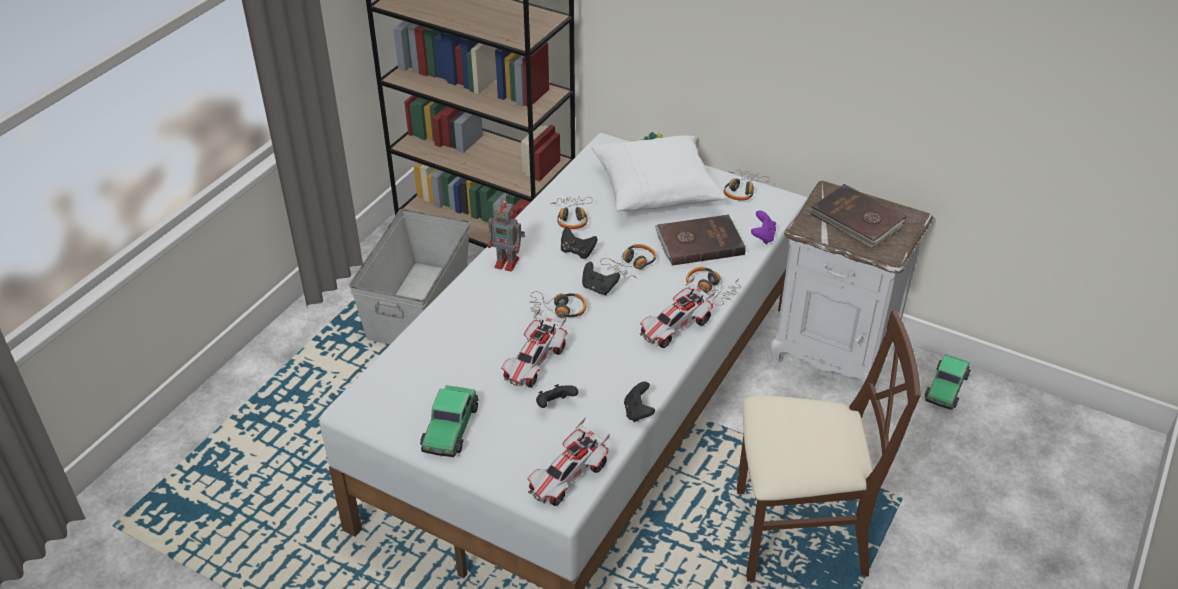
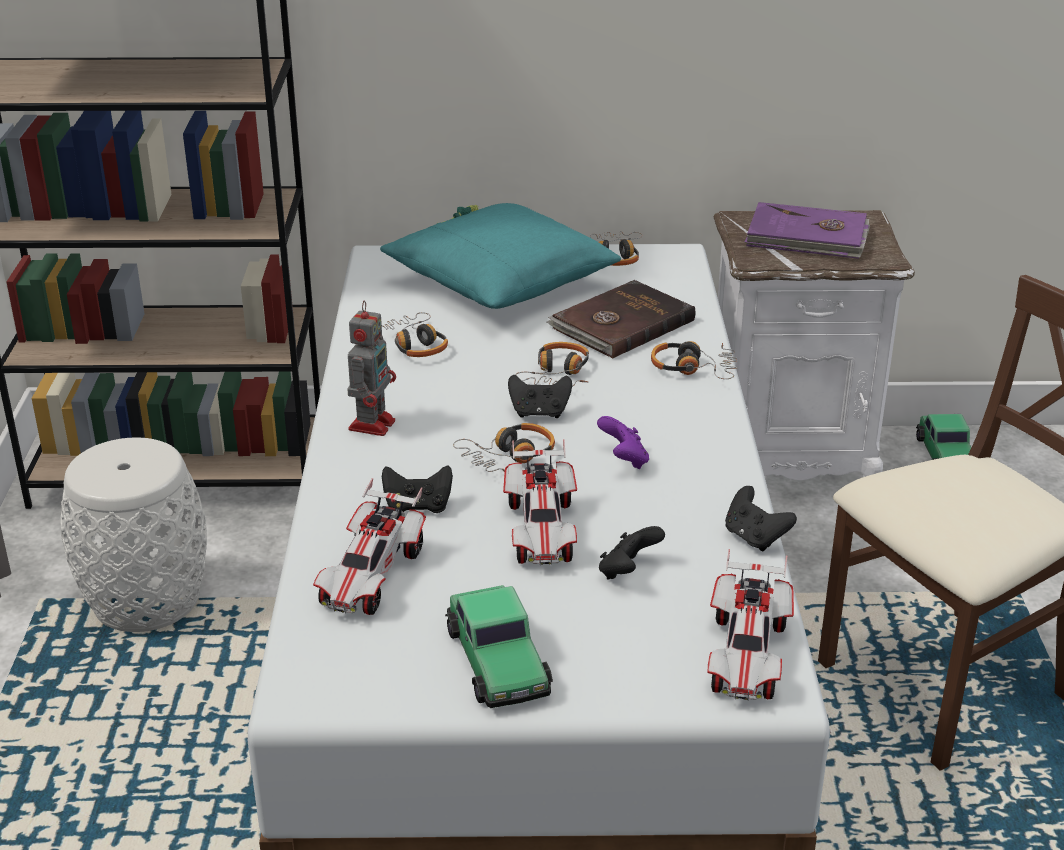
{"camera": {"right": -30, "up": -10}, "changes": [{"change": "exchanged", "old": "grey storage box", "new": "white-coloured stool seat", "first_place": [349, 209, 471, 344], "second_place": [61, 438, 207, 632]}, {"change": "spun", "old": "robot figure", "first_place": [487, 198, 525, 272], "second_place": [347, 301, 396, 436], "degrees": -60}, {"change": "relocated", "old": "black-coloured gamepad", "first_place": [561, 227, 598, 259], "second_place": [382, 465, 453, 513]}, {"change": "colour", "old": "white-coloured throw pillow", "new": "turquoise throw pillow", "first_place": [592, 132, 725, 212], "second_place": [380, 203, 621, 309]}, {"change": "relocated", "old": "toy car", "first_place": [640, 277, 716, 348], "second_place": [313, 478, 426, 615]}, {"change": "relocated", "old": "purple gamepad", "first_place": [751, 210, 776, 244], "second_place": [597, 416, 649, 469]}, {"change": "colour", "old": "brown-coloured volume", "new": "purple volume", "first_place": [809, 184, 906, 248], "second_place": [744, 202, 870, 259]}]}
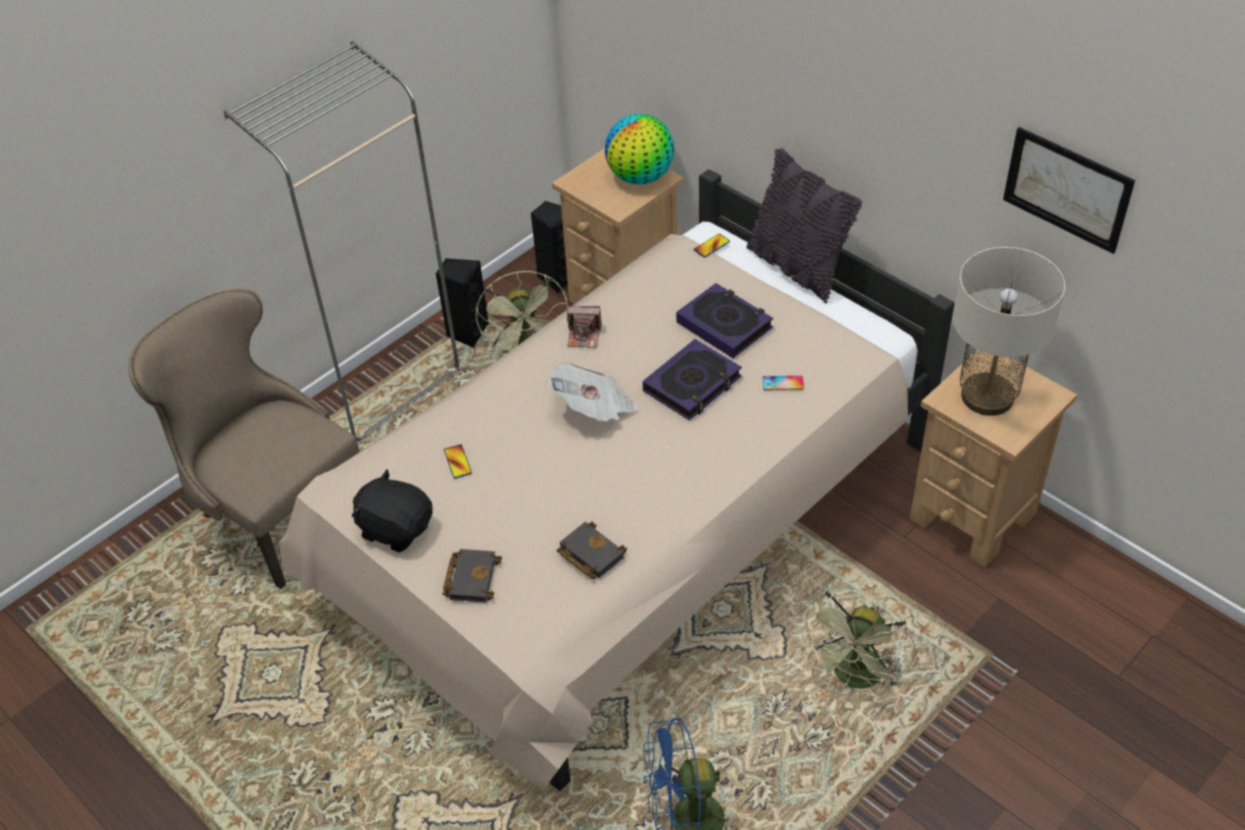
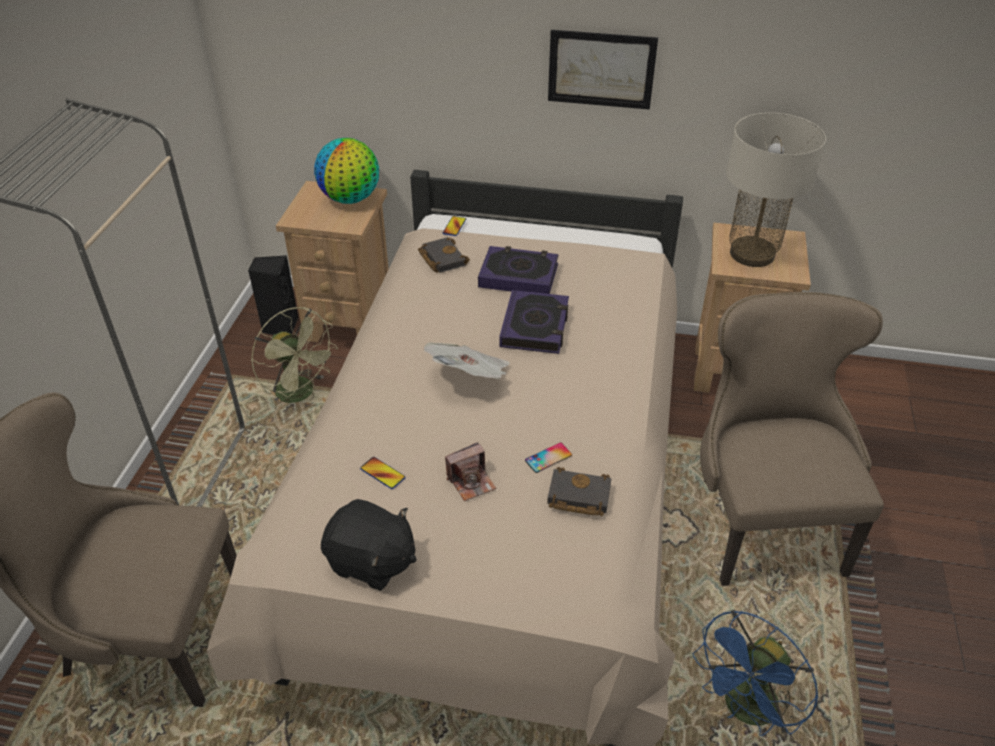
{"camera": {"right": -35, "up": -5}, "changes": [{"change": "spun", "old": "black-coloured plush toy", "first_place": [352, 469, 433, 552], "second_place": [321, 499, 417, 591], "degrees": -150}, {"change": "missing", "old": "black-coloured loudspeaker", "first_place": [436, 258, 489, 348]}, {"change": "relocated", "old": "black-coloured volume", "first_place": [443, 549, 502, 603], "second_place": [418, 237, 470, 273]}, {"change": "relocated", "old": "still camera", "first_place": [567, 306, 601, 348], "second_place": [445, 442, 496, 501]}, {"change": "missing", "old": "black-coloured throw pillow", "first_place": [746, 148, 862, 303]}, {"change": "relocated", "old": "phone", "first_place": [763, 376, 804, 390], "second_place": [525, 442, 572, 473]}, {"change": "exchanged", "old": "green-coloured electric fan", "new": "beige plain chair", "first_place": [800, 590, 915, 693], "second_place": [700, 292, 884, 586]}, {"change": "relocated", "old": "wall art", "first_place": [1003, 127, 1135, 254], "second_place": [548, 30, 658, 110]}]}
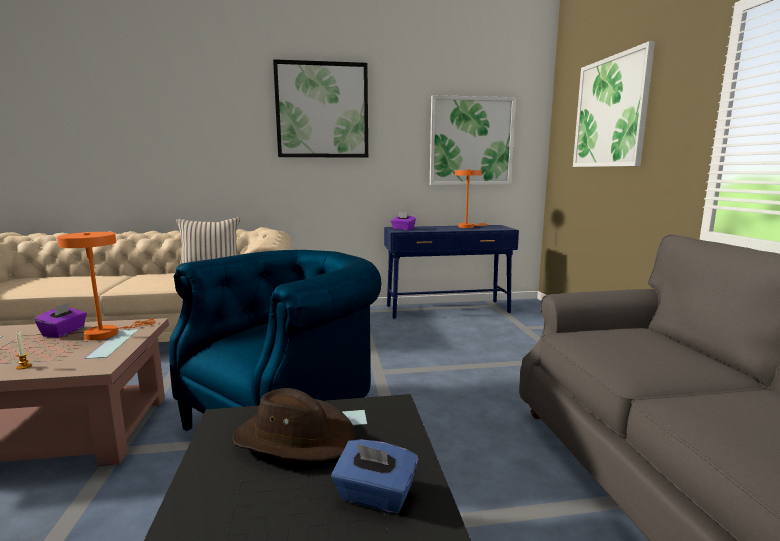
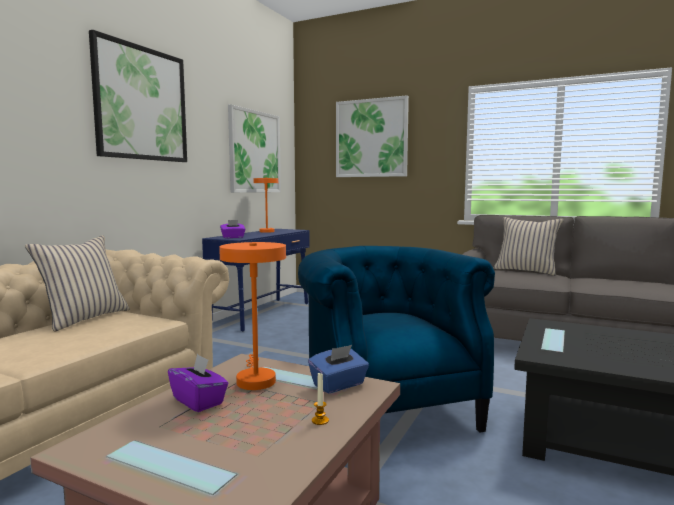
{"camera": {"right": -55, "up": -5}, "changes": [{"change": "missing", "old": "brown-coloured clothing hat", "first_place": [232, 388, 356, 462]}, {"change": "relocated", "old": "blue-coloured tissue holder", "first_place": [331, 439, 418, 513], "second_place": [308, 345, 369, 394]}, {"change": "appeared", "new": "beige throw pillow", "second_place": [494, 217, 564, 276]}]}
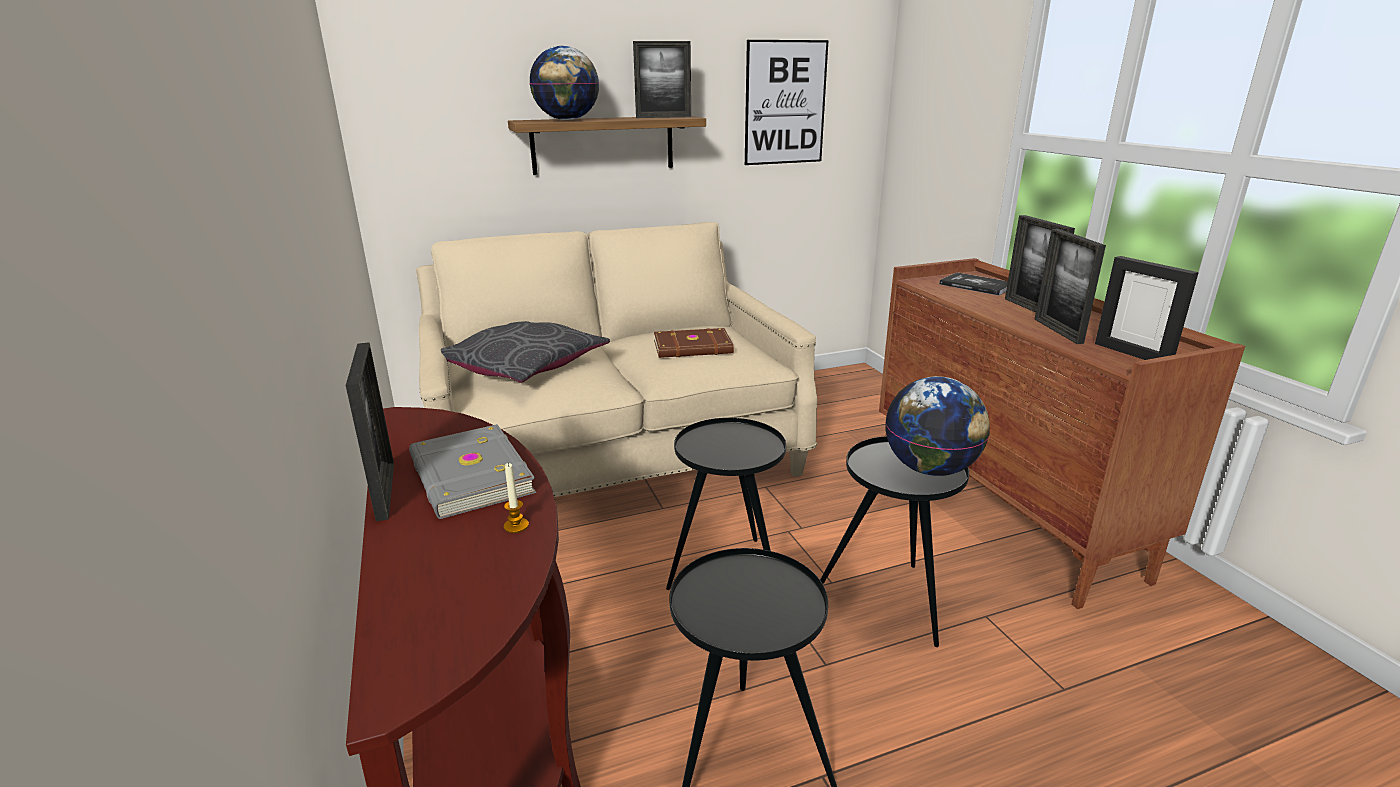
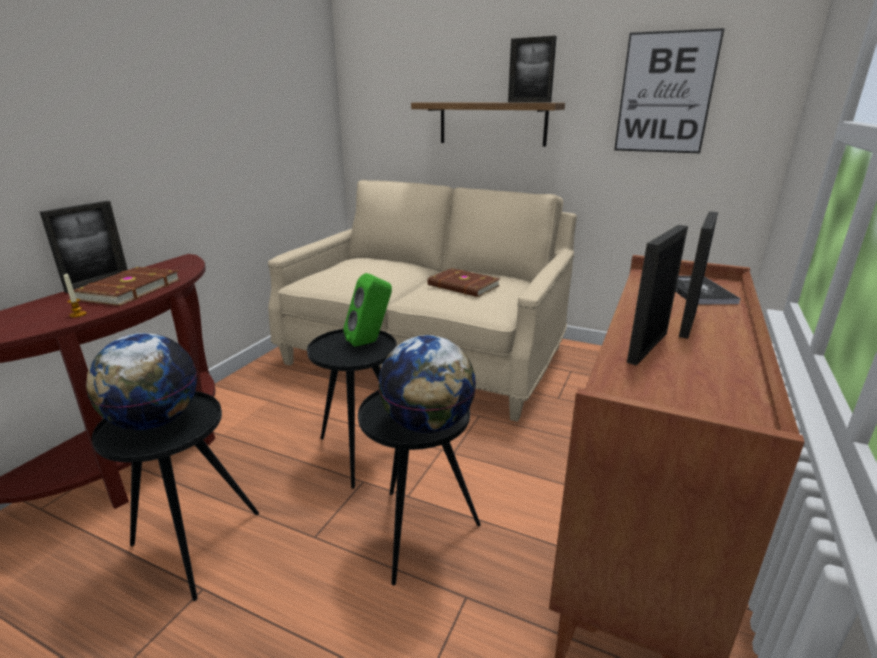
{"camera": {"right": 45, "up": 0}, "changes": [{"change": "colour", "old": "grey volume", "new": "brown-coloured volume", "first_place": [409, 424, 537, 519], "second_place": [74, 267, 180, 306]}, {"change": "missing", "old": "grey throw pillow", "first_place": [441, 321, 610, 383]}, {"change": "relocated", "old": "desk globe", "first_place": [529, 46, 599, 120], "second_place": [86, 333, 197, 430]}, {"change": "missing", "old": "photo frame", "first_place": [1095, 256, 1199, 360]}, {"change": "appeared", "new": "green-coloured loudspeaker", "second_place": [343, 273, 392, 347]}]}
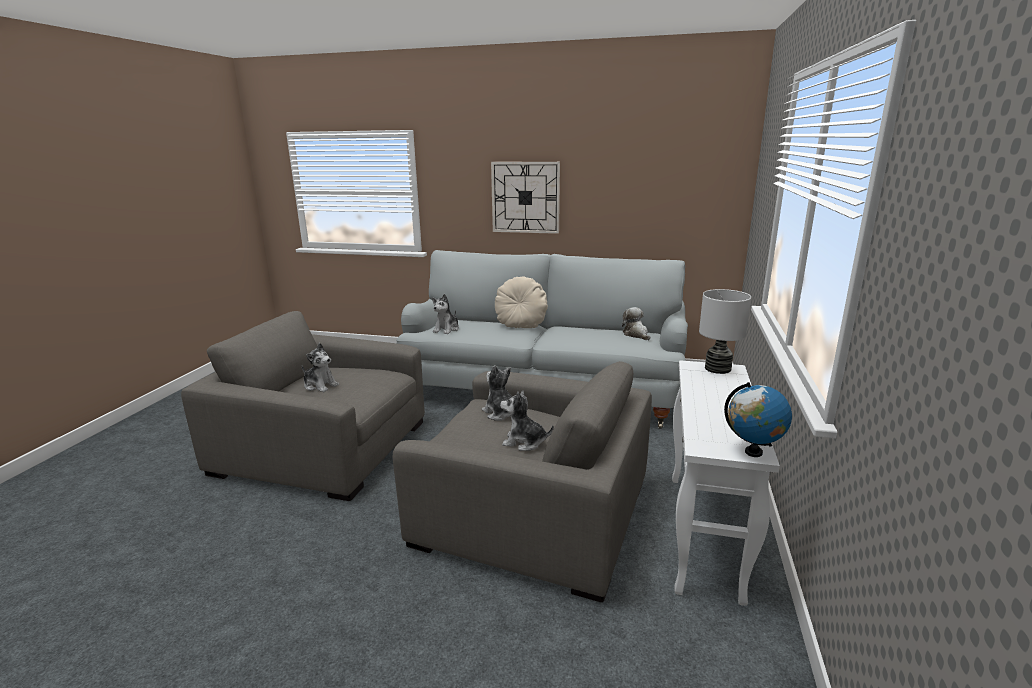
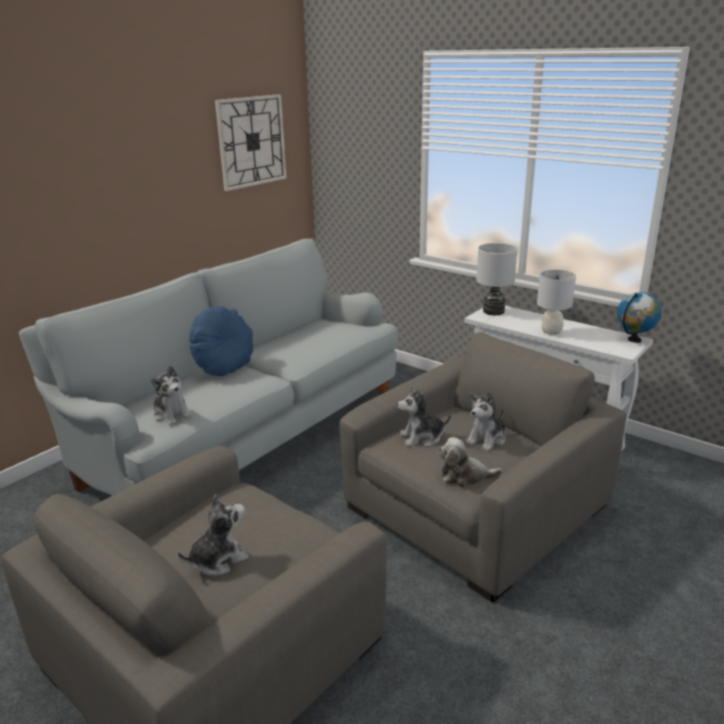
{"camera": {"right": -65, "up": 5}, "changes": [{"change": "relocated", "old": "wall clock", "first_place": [491, 162, 560, 234], "second_place": [215, 94, 287, 191]}, {"change": "colour", "old": "beige throw pillow", "new": "blue-coloured throw pillow", "first_place": [495, 276, 548, 328], "second_place": [189, 306, 253, 376]}, {"change": "relocated", "old": "plush toy", "first_place": [622, 307, 650, 341], "second_place": [439, 437, 503, 487]}, {"change": "appeared", "new": "grey lamp for a table", "second_place": [537, 270, 576, 335]}]}
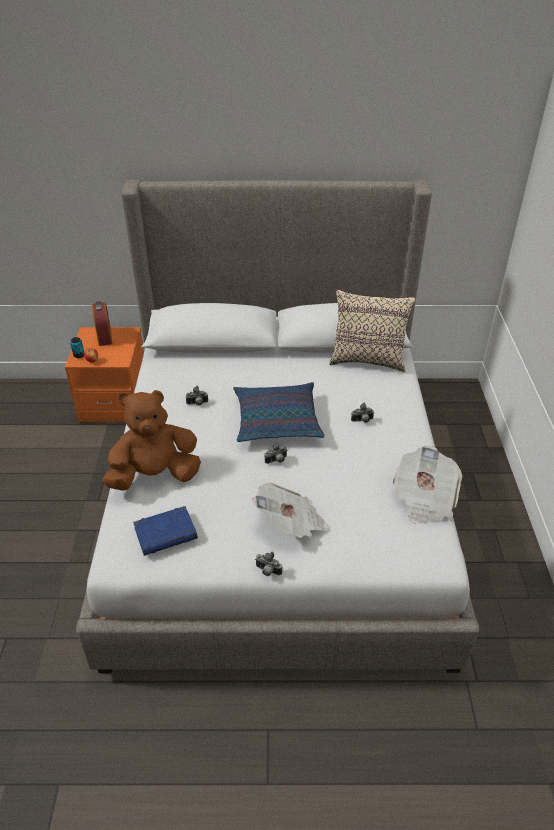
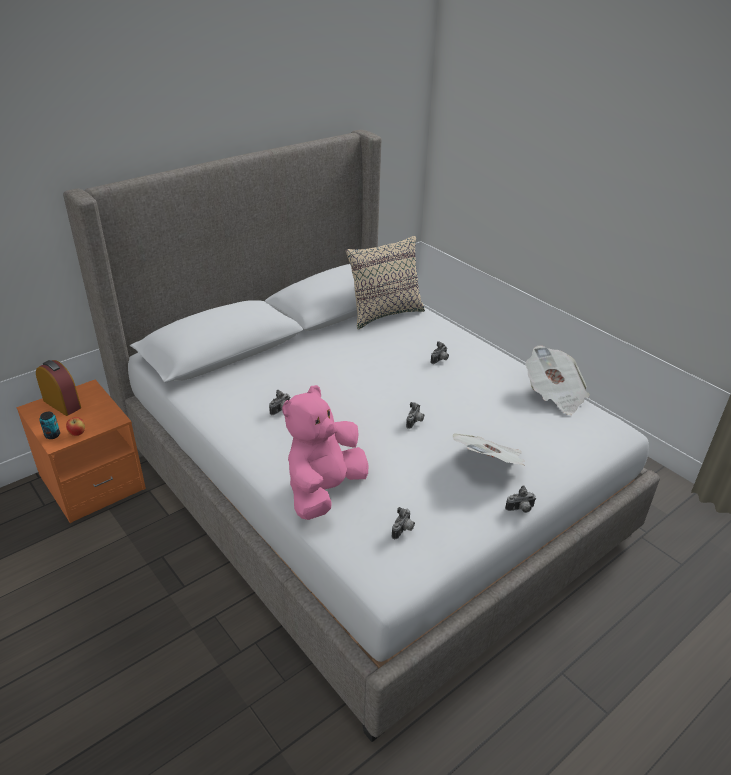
{"camera": {"right": -40, "up": -5}, "changes": [{"change": "colour", "old": "brown-coloured plush toy", "new": "pinkish plush toy", "first_place": [103, 390, 201, 491], "second_place": [282, 385, 368, 520]}, {"change": "exchanged", "old": "blue-coloured volume", "new": "still camera", "first_place": [133, 506, 198, 556], "second_place": [392, 507, 415, 539]}, {"change": "missing", "old": "blue-coloured throw pillow", "first_place": [233, 382, 325, 442]}]}
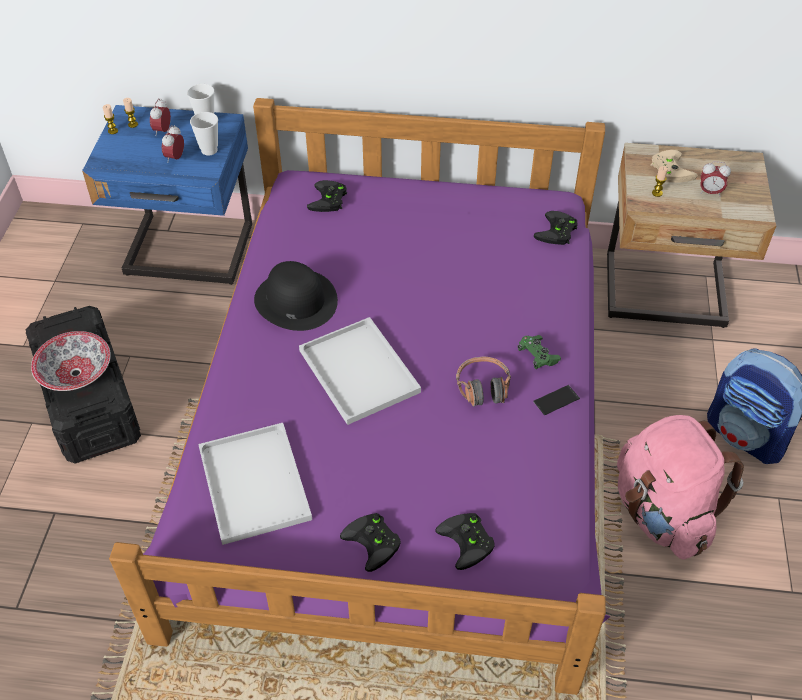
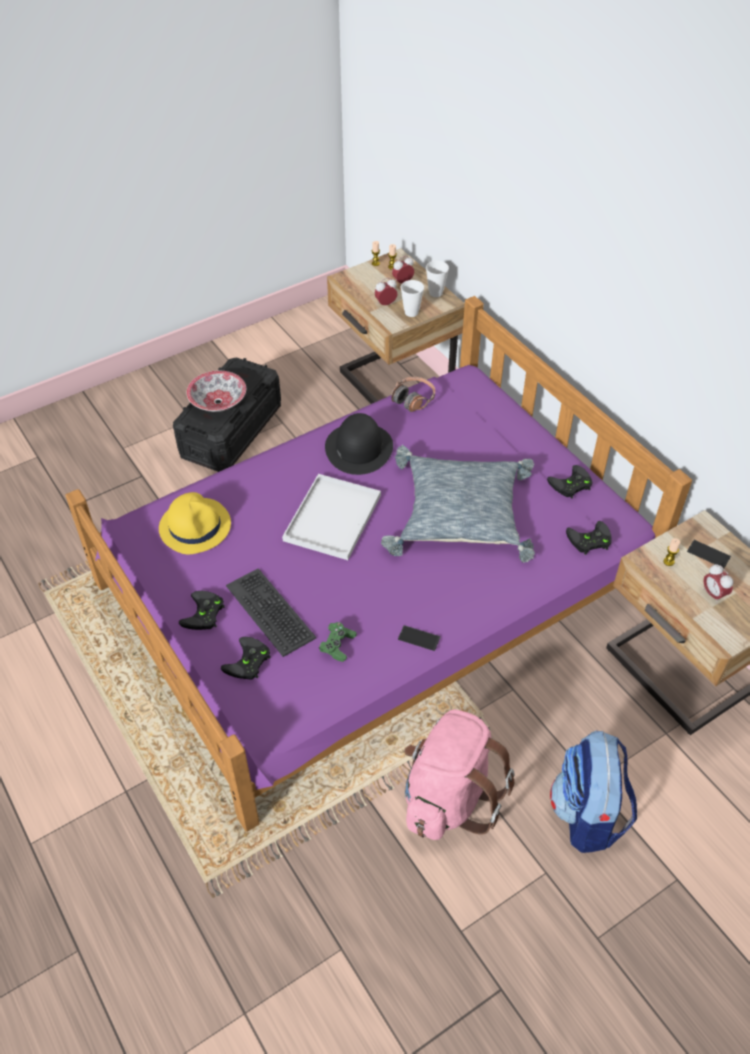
{"camera": {"right": 50, "up": 0}, "changes": [{"change": "colour", "old": "blue-coloured bedside table", "new": "beige bedside table", "first_place": [82, 105, 252, 285], "second_place": [327, 248, 465, 404]}, {"change": "exchanged", "old": "white-coloured tray", "new": "yellowish clothing hat", "first_place": [198, 423, 312, 545], "second_place": [159, 492, 231, 554]}, {"change": "relocated", "old": "black-coloured gamepad", "first_place": [307, 180, 347, 212], "second_place": [547, 465, 593, 499]}, {"change": "relocated", "old": "headset", "first_place": [456, 357, 511, 407], "second_place": [391, 377, 435, 412]}, {"change": "relocated", "old": "green-coloured gamepad", "first_place": [517, 335, 561, 369], "second_place": [319, 622, 357, 662]}, {"change": "exchanged", "old": "beige gamepad", "new": "phone", "first_place": [650, 150, 697, 182], "second_place": [687, 540, 731, 568]}, {"change": "appeared", "new": "PC keyboard", "second_place": [226, 568, 316, 657]}, {"change": "appeared", "new": "throw pillow", "second_place": [381, 445, 535, 563]}]}
